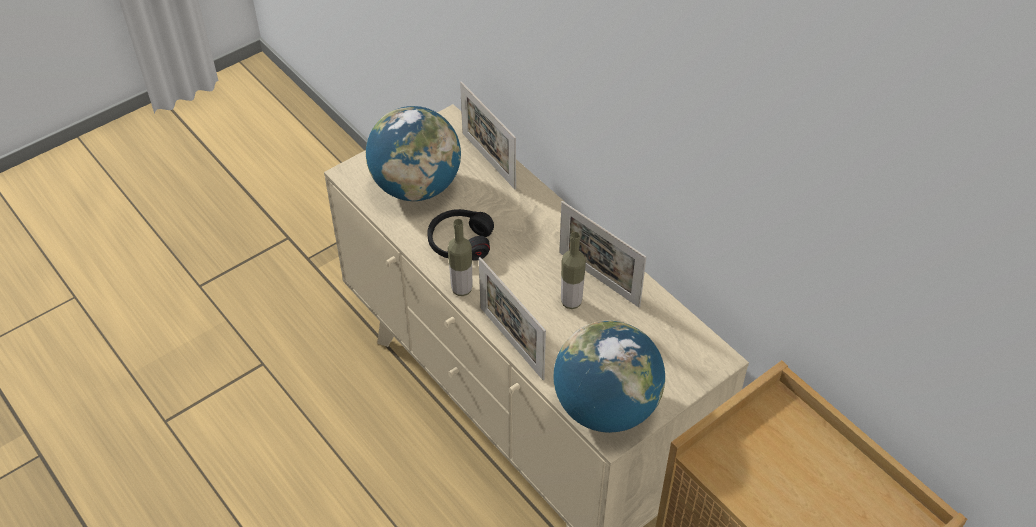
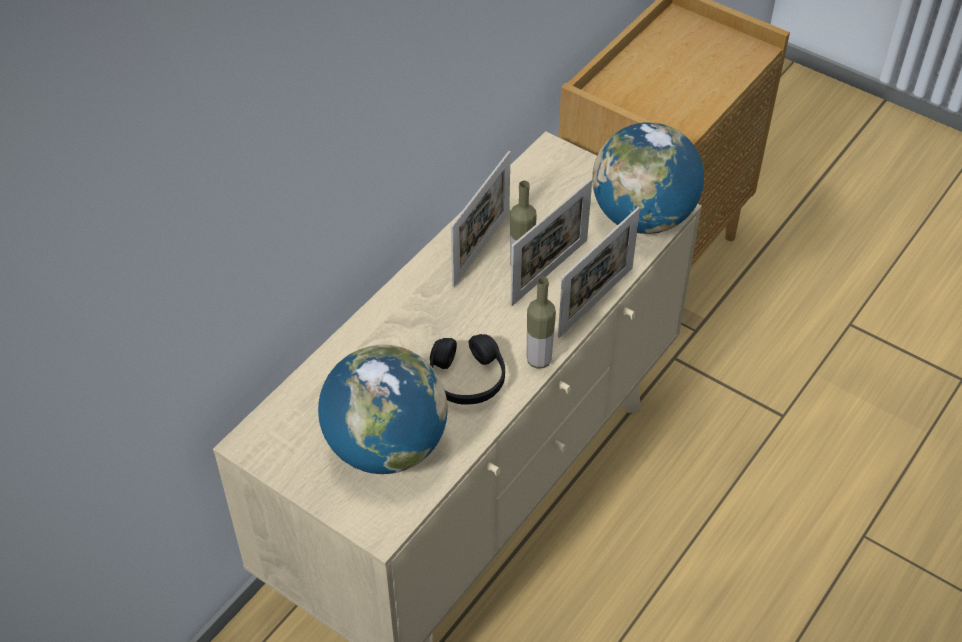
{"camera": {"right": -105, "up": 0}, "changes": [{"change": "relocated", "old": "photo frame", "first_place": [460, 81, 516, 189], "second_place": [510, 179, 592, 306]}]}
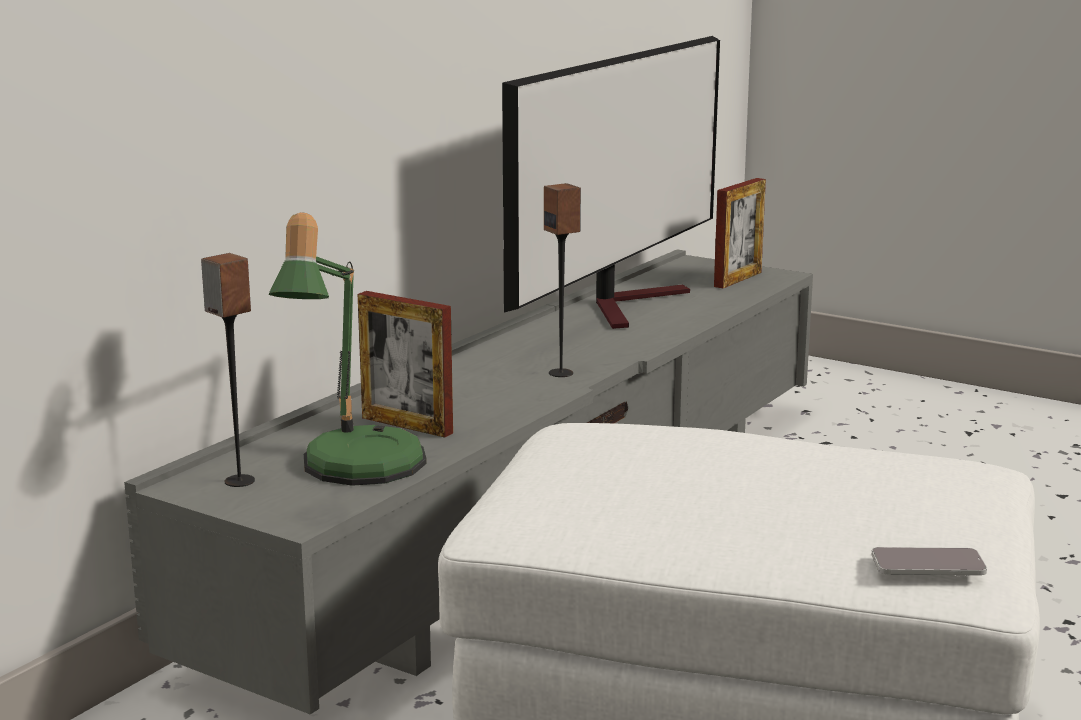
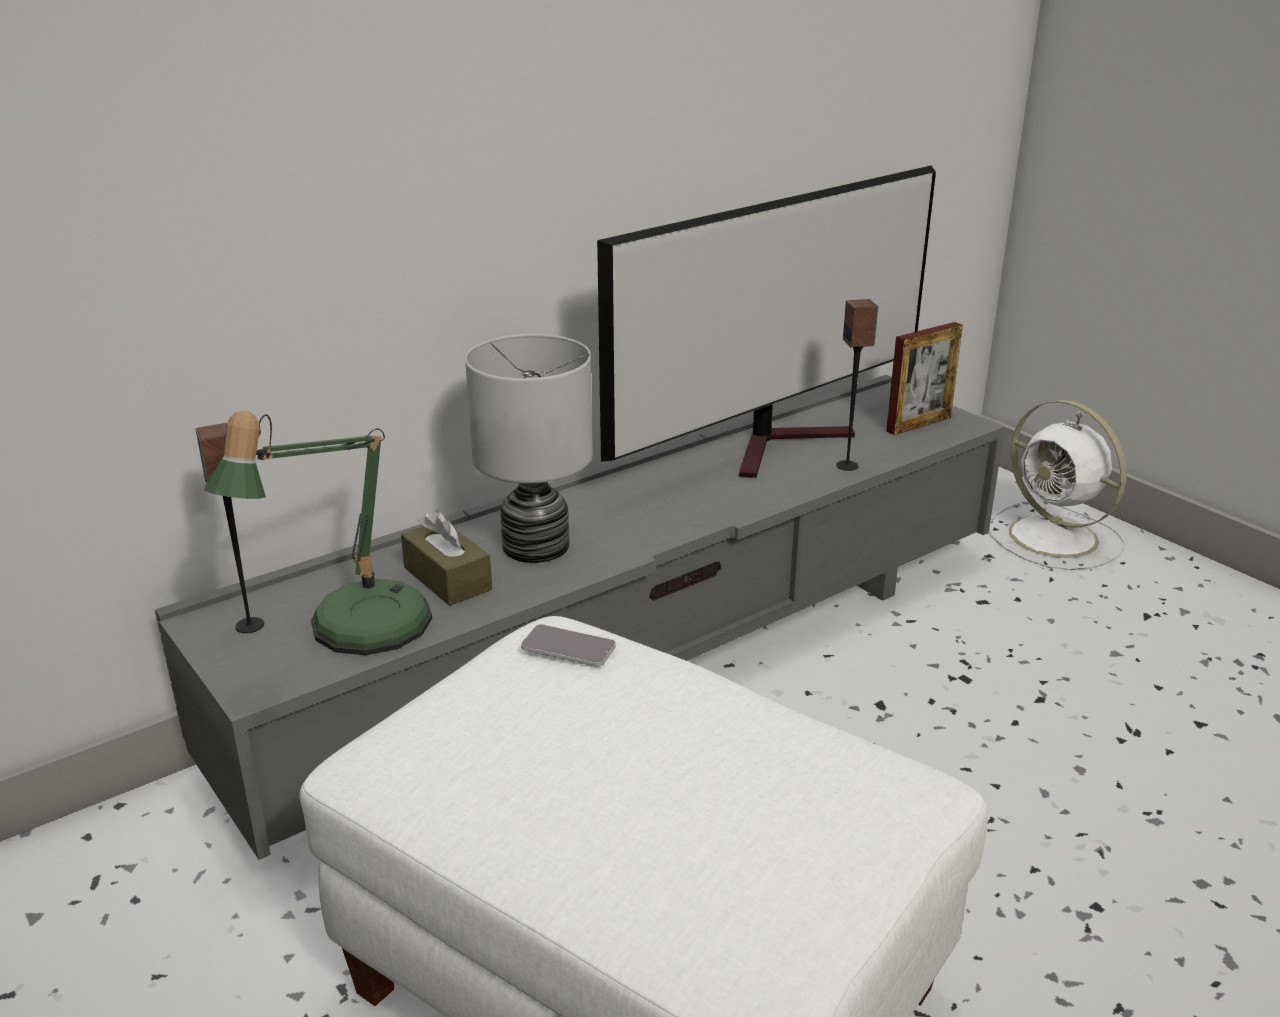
{"camera": {"right": 20, "up": 10}, "changes": [{"change": "exchanged", "old": "photo frame", "new": "brown-coloured tissue holder", "first_place": [357, 291, 453, 438], "second_place": [401, 510, 492, 606]}, {"change": "relocated", "old": "loudspeaker", "first_place": [544, 183, 581, 377], "second_place": [836, 299, 878, 471]}, {"change": "relocated", "old": "phone", "first_place": [872, 547, 987, 575], "second_place": [521, 624, 616, 667]}, {"change": "appeared", "new": "grey lamp for a table", "second_place": [465, 334, 593, 563]}, {"change": "appeared", "new": "white-coloured electric fan", "second_place": [989, 400, 1126, 570]}]}
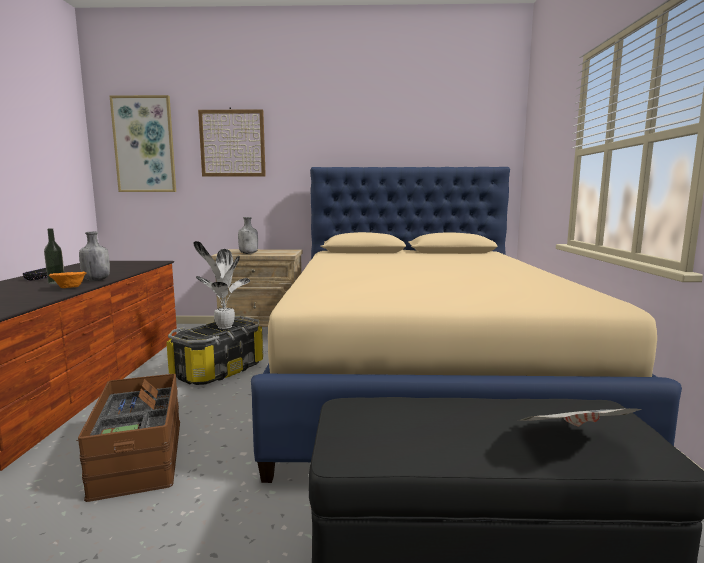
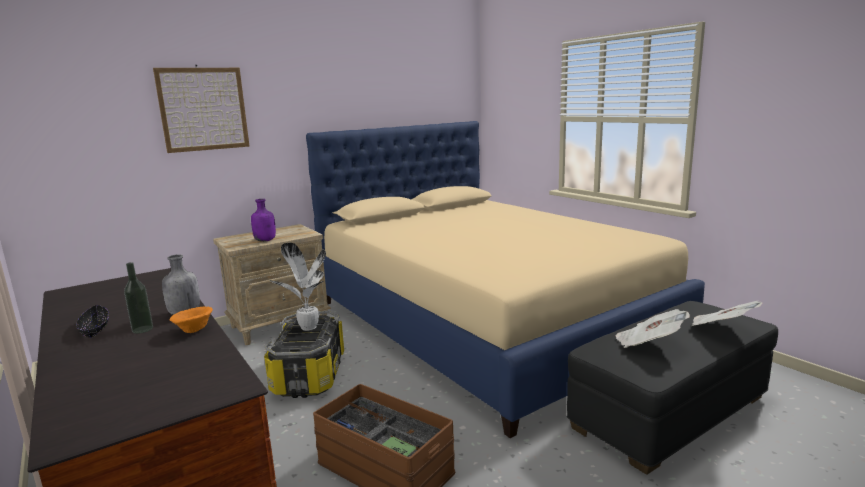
{"camera": {"right": -35, "up": 5}, "changes": [{"change": "missing", "old": "wall art", "first_place": [110, 95, 176, 192]}, {"change": "colour", "old": "grey drink bottle", "new": "purple drink bottle", "first_place": [238, 217, 258, 254], "second_place": [251, 199, 276, 242]}, {"change": "appeared", "new": "newspaper", "second_place": [616, 309, 690, 348]}]}
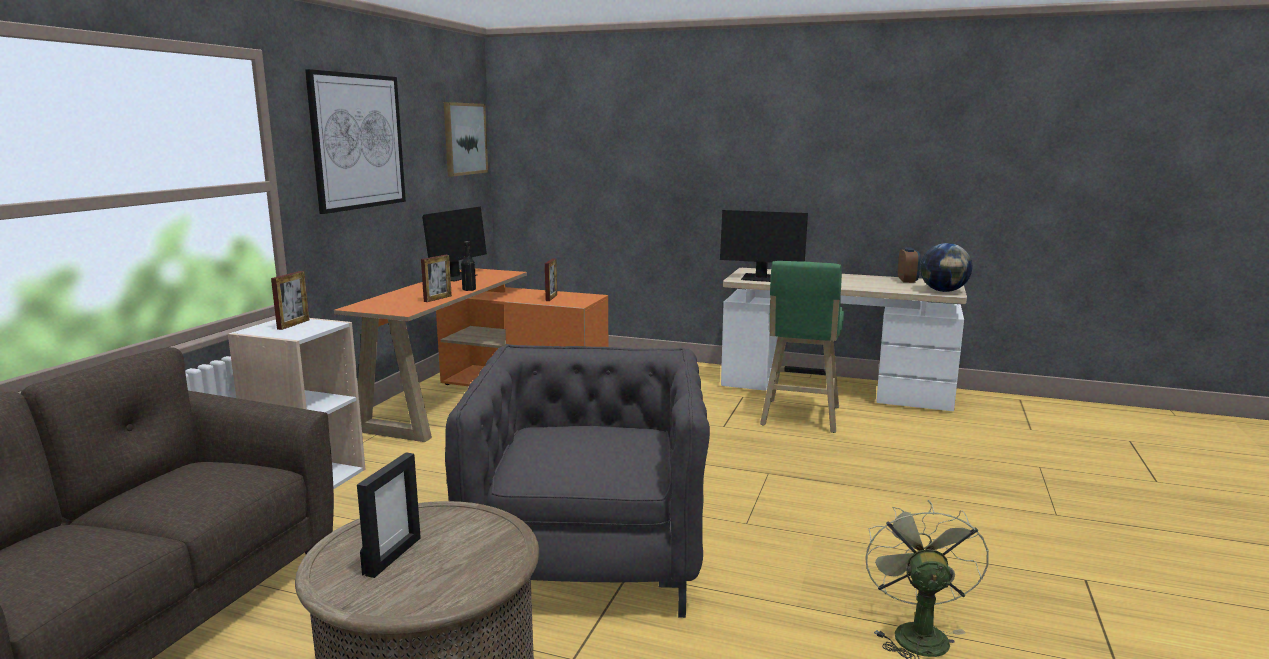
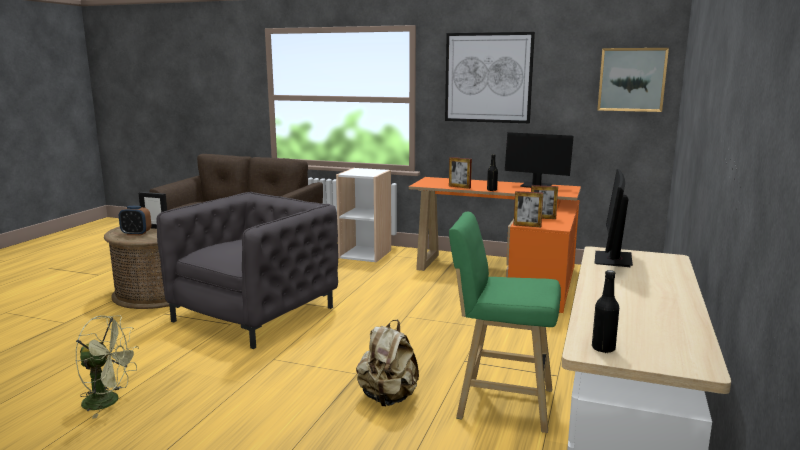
{"camera": {"right": 90, "up": 0}, "changes": [{"change": "relocated", "old": "photo frame", "first_place": [271, 271, 309, 330], "second_place": [514, 191, 543, 227]}, {"change": "spun", "old": "grey lounge chair", "first_place": [445, 344, 710, 618], "second_place": [157, 191, 338, 349], "degrees": -60}, {"change": "relocated", "old": "table clock", "first_place": [898, 247, 921, 283], "second_place": [119, 206, 151, 236]}, {"change": "exchanged", "old": "desk globe", "new": "black-coloured drink bottle", "first_place": [920, 243, 972, 292], "second_place": [592, 270, 619, 353]}, {"change": "appeared", "new": "beige knapsack", "second_place": [356, 320, 419, 406]}]}
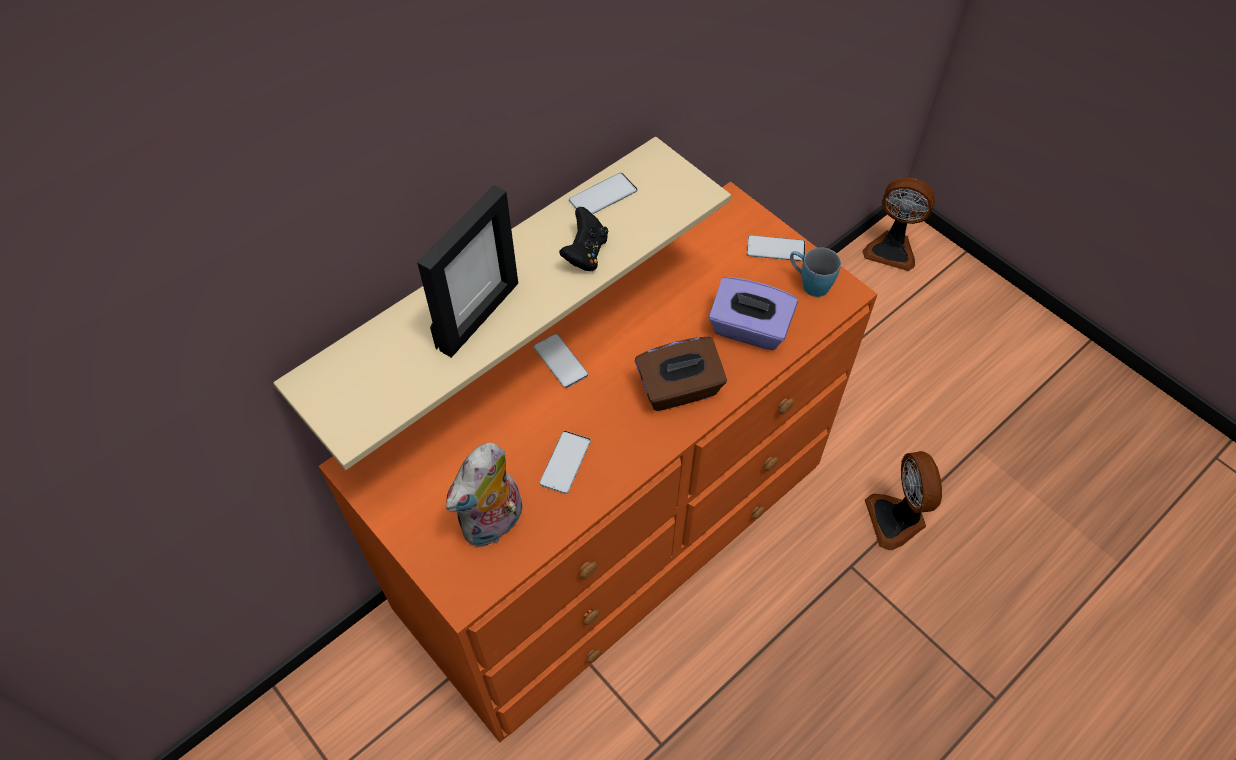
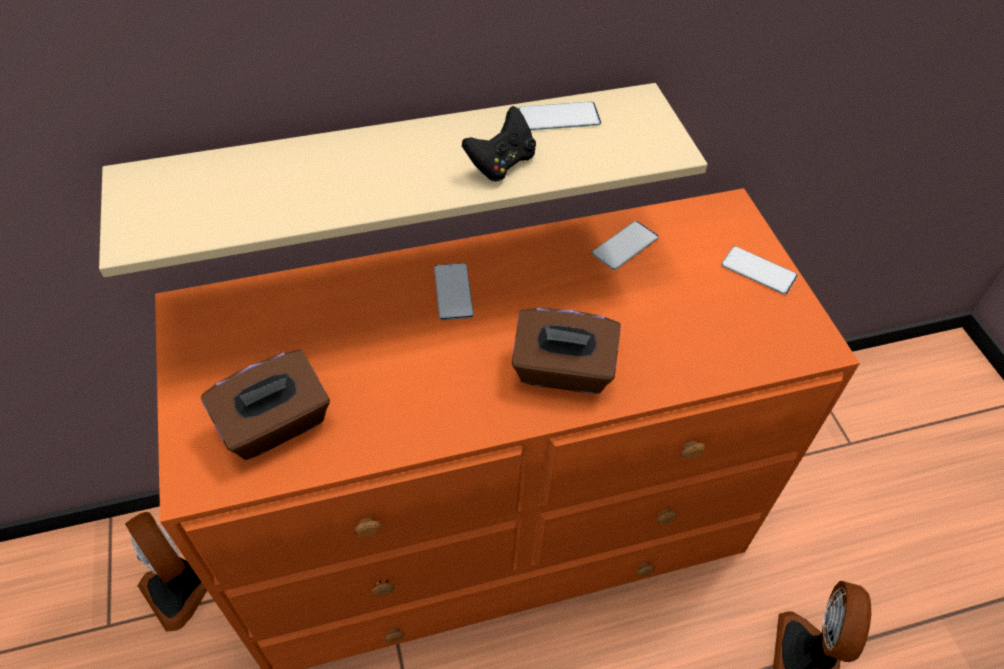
{"camera": {"right": 25, "up": -5}, "changes": [{"change": "missing", "old": "photo frame", "first_place": [417, 185, 518, 358]}, {"change": "exchanged", "old": "plush toy", "new": "brown-coloured tissue holder", "first_place": [446, 443, 522, 547], "second_place": [201, 349, 330, 460]}, {"change": "relocated", "old": "phone", "first_place": [539, 431, 591, 494], "second_place": [592, 221, 659, 270]}, {"change": "missing", "old": "purple tissue holder", "first_place": [709, 277, 798, 350]}, {"change": "missing", "old": "blue-coloured coffee mug", "first_place": [790, 247, 841, 297]}, {"change": "relocated", "old": "electric fan", "first_place": [863, 178, 935, 271], "second_place": [125, 512, 207, 632]}]}
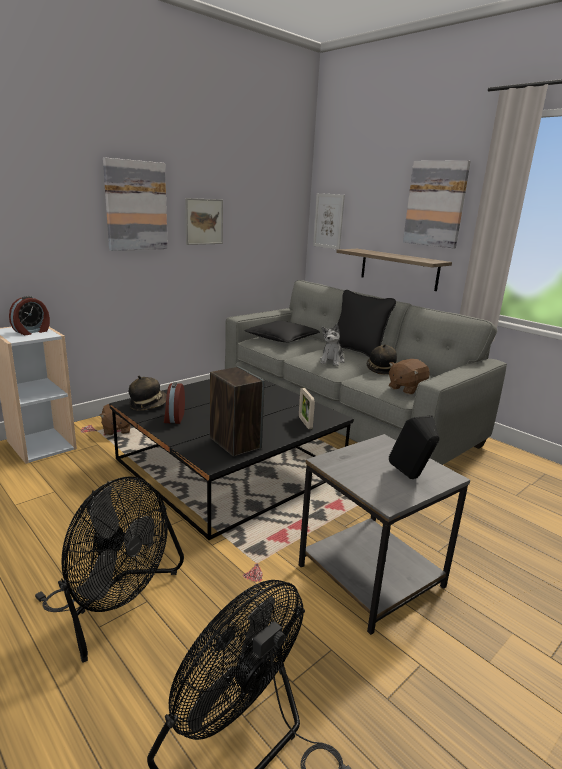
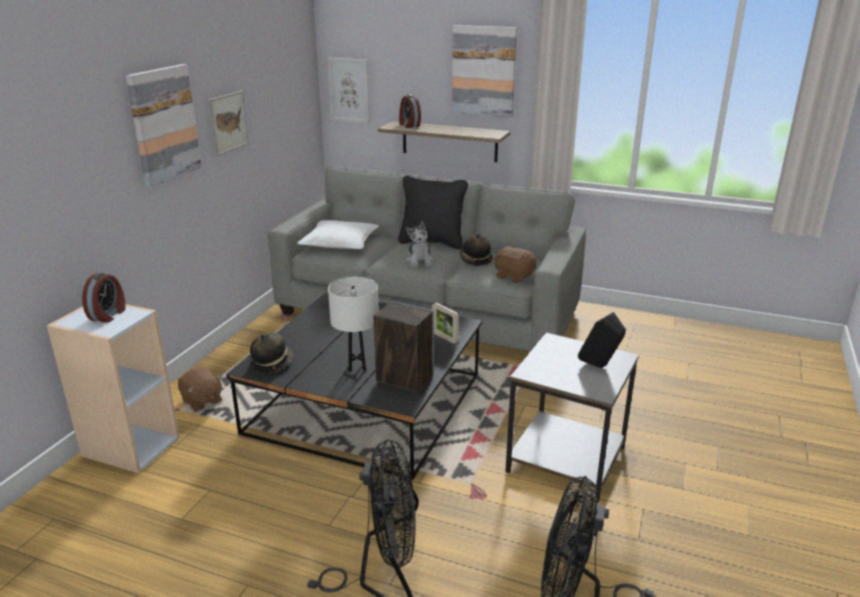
{"camera": {"right": -25, "up": 5}, "changes": [{"change": "relocated", "old": "table clock", "first_place": [164, 382, 185, 424], "second_place": [399, 95, 421, 128]}, {"change": "colour", "old": "black-coloured throw pillow", "new": "white-coloured throw pillow", "first_place": [244, 321, 320, 342], "second_place": [297, 220, 379, 249]}, {"change": "spun", "old": "brown-coloured plush toy", "first_place": [389, 359, 430, 395], "second_place": [494, 246, 537, 283], "degrees": 105}, {"change": "appeared", "new": "white-coloured lamp for a table", "second_place": [328, 277, 379, 372]}]}
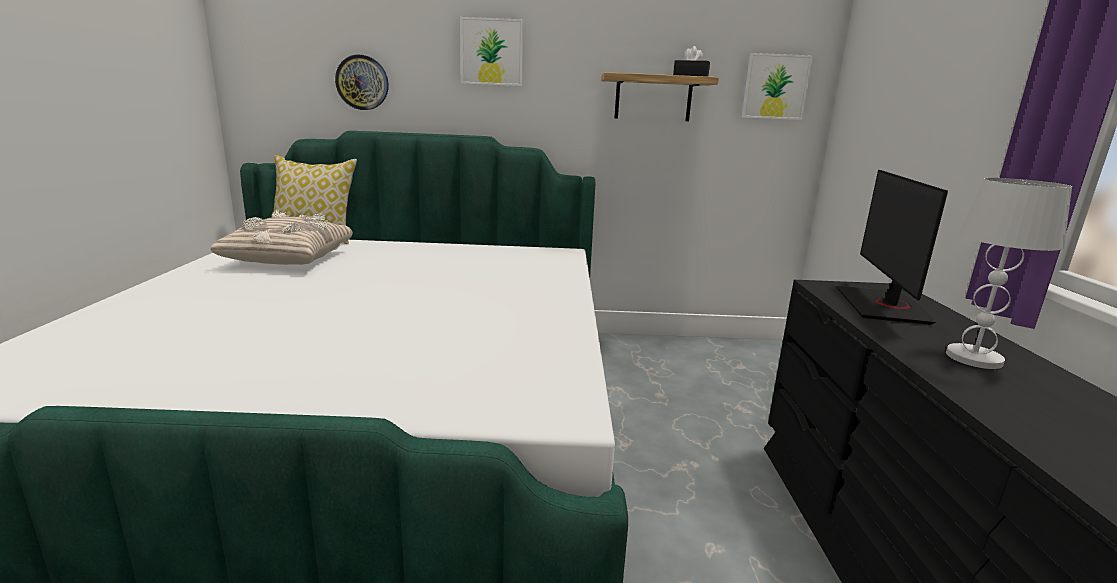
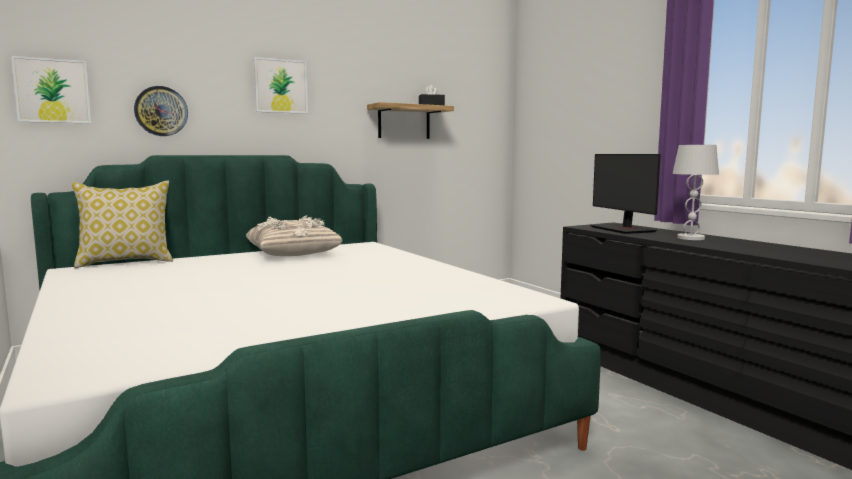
{"camera": {"right": -30, "up": -10}, "changes": [{"change": "relocated", "old": "beige throw pillow", "first_place": [210, 209, 353, 265], "second_place": [246, 215, 342, 256]}, {"change": "relocated", "old": "wall art", "first_place": [742, 53, 813, 120], "second_place": [11, 56, 91, 123]}]}
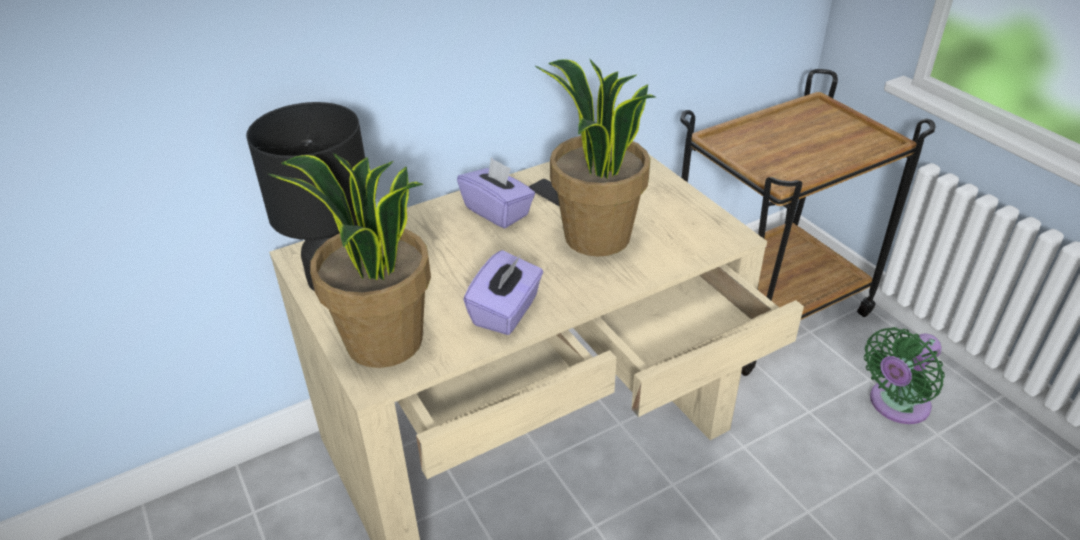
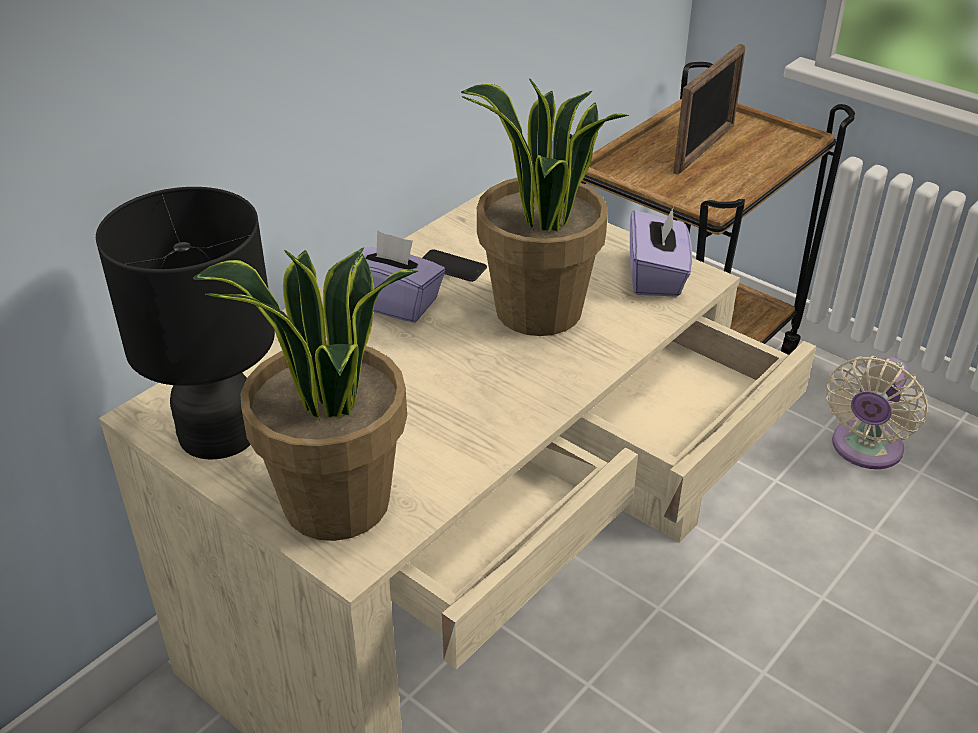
{"camera": {"right": -20, "up": 0}, "changes": [{"change": "relocated", "old": "purple tissue holder", "first_place": [463, 250, 543, 335], "second_place": [630, 206, 692, 297]}, {"change": "colour", "old": "green-coloured electric fan", "new": "beige electric fan", "first_place": [864, 327, 945, 424], "second_place": [826, 356, 928, 469]}, {"change": "appeared", "new": "photo frame", "second_place": [673, 44, 745, 175]}]}
